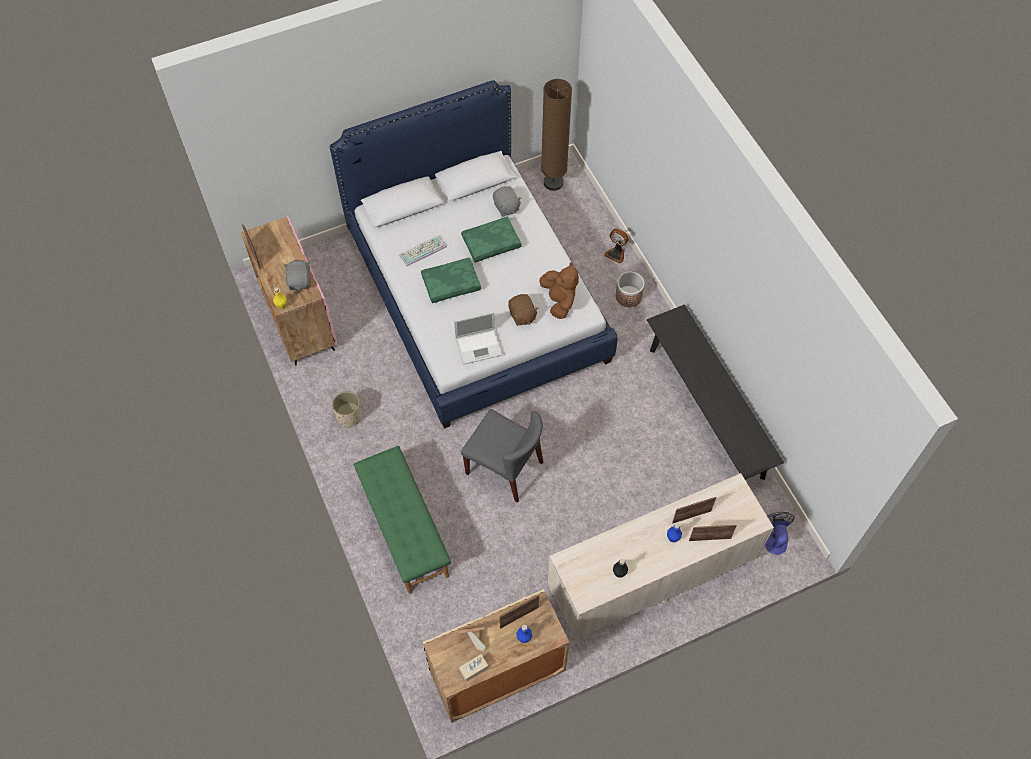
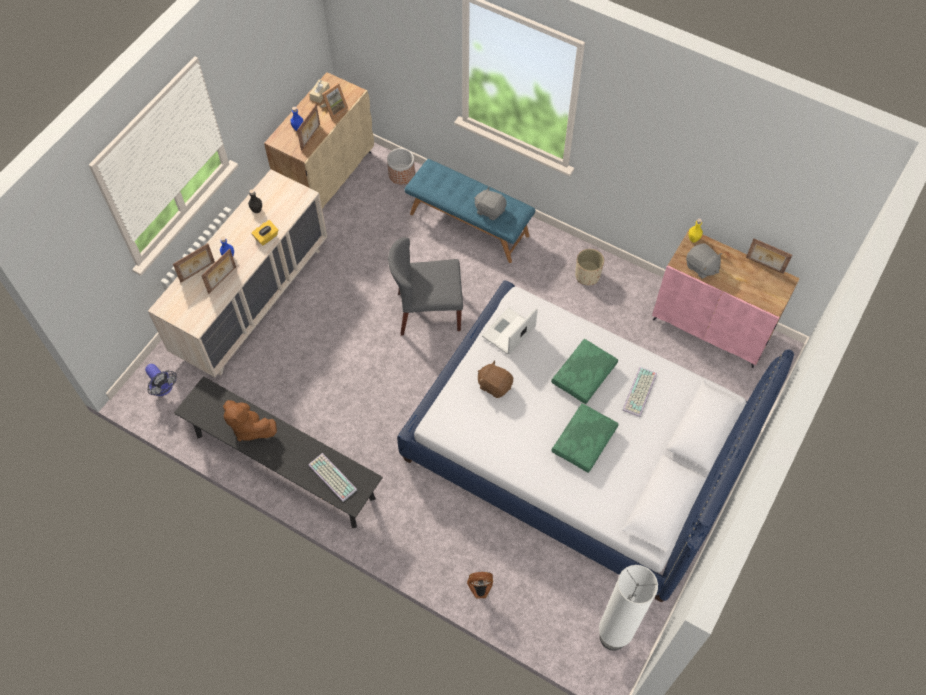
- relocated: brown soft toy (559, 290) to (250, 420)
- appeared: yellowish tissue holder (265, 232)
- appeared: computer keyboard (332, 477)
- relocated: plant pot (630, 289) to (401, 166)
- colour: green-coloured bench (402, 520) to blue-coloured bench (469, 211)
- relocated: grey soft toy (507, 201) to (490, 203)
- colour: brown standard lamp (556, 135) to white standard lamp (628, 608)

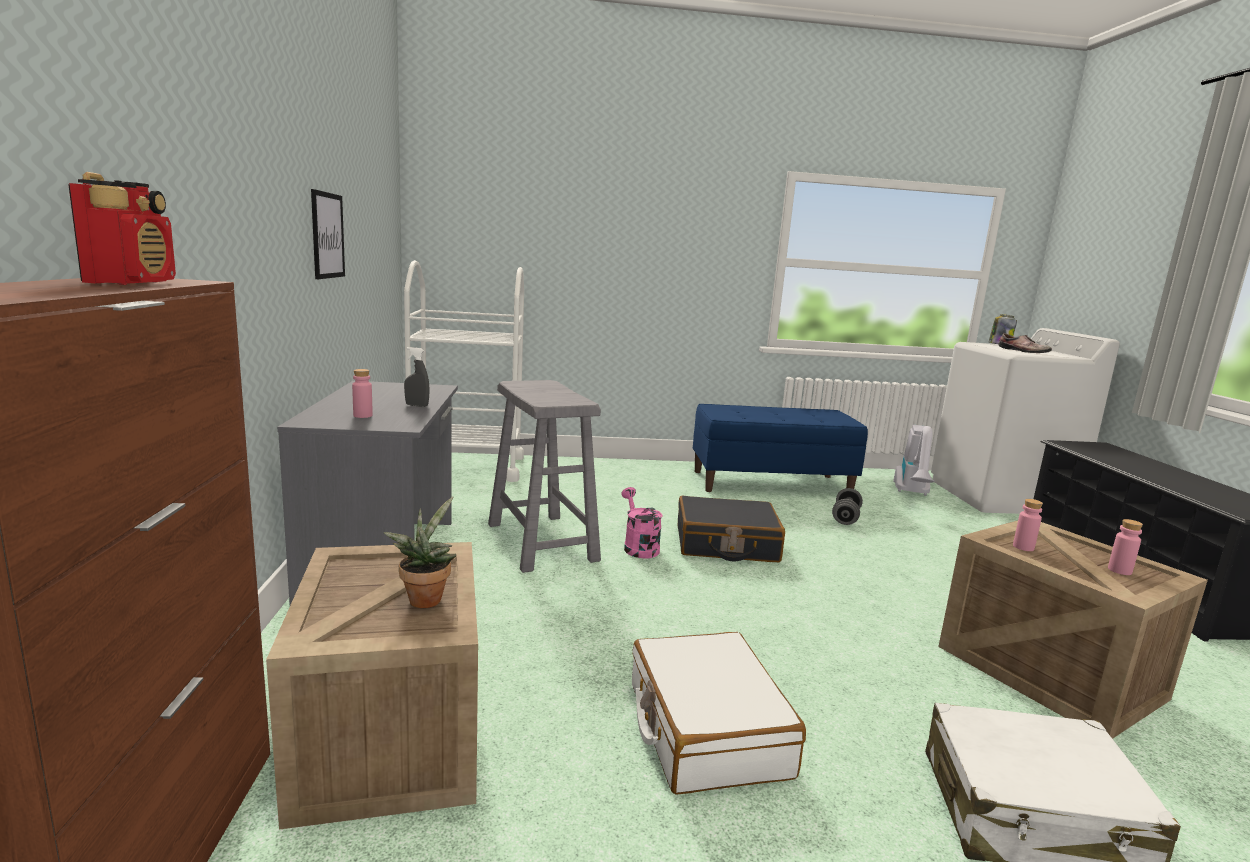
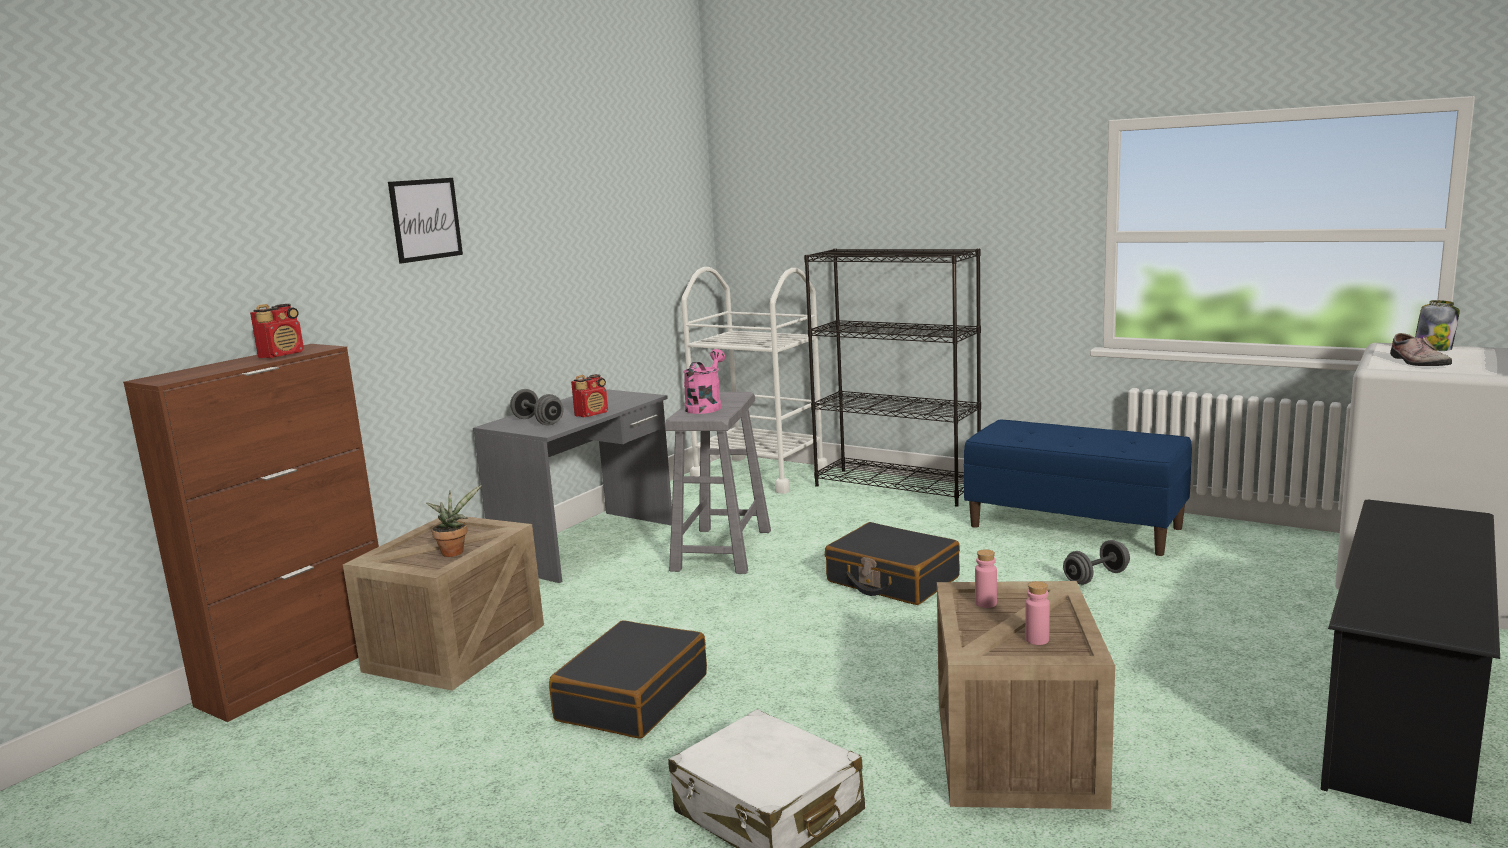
- relocated: wall picture (328, 234) to (425, 221)
- exchanged: pink drink bottle (362, 393) to grey hand weight (537, 407)
- colour: white piece of luggage (719, 713) to black-coloured piece of luggage (628, 679)
- exchanged: grey spray bottle (417, 377) to radio (589, 395)
- relocated: pink watering can (641, 523) to (704, 381)
- appeared: black-coloured shelving unit (892, 377)
- missing: vacuum (914, 460)

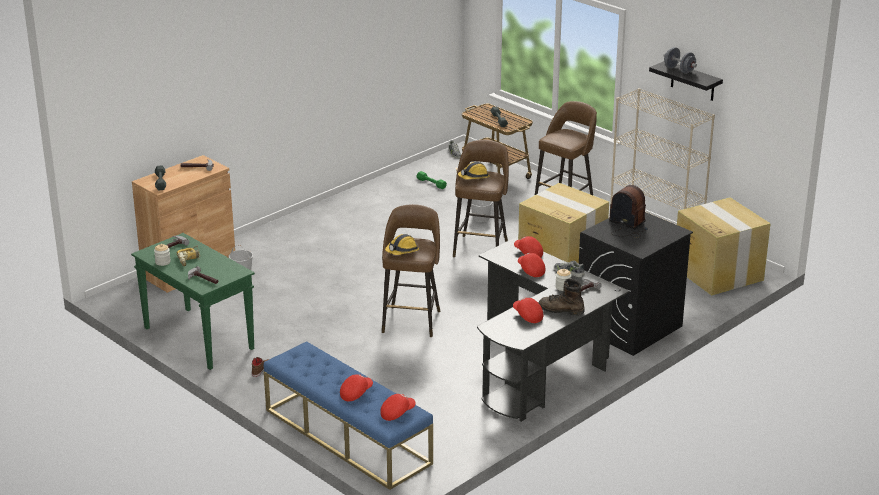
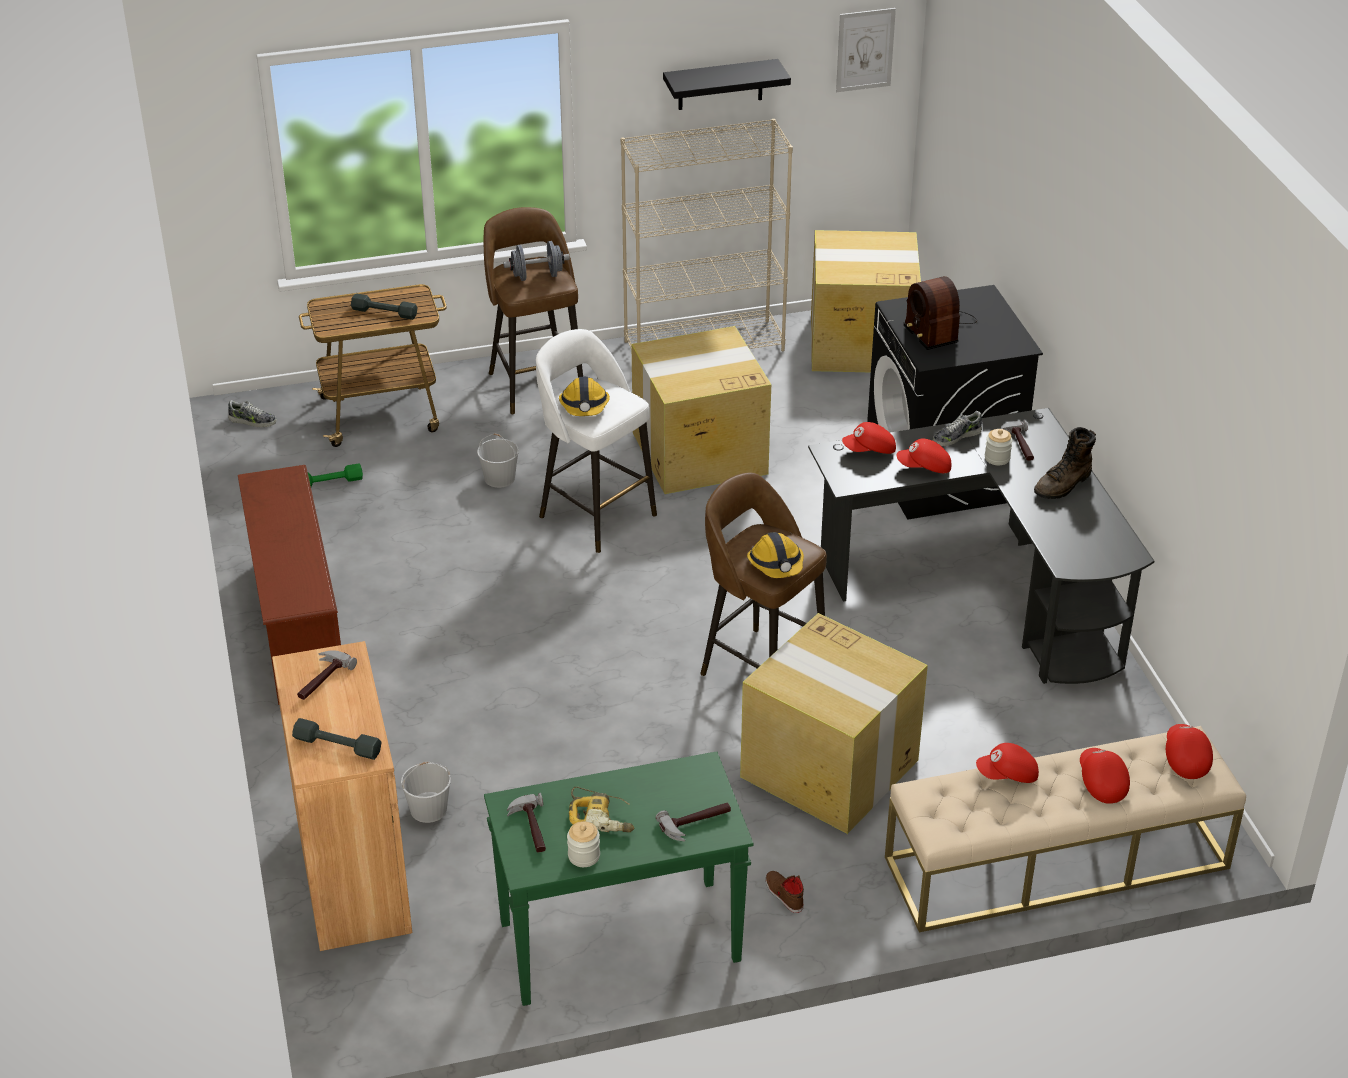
- appeared: brown shoe rack (289, 585)
- relocated: grey hand weight (680, 60) to (536, 261)
- colour: brown stool seat (481, 198) to white stool seat (596, 441)
- appeared: carton (834, 723)
- appeared: wall picture (866, 50)
- colour: blue-coloured bench (348, 415) to beige-coloured bench (1065, 829)
- spun: radio (628, 211) = (940, 313) 90 degrees counterclockwise
- relocated: red cap (528, 310) to (1007, 763)

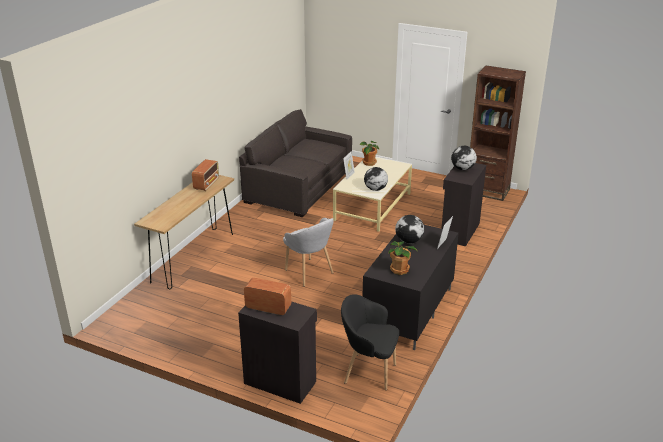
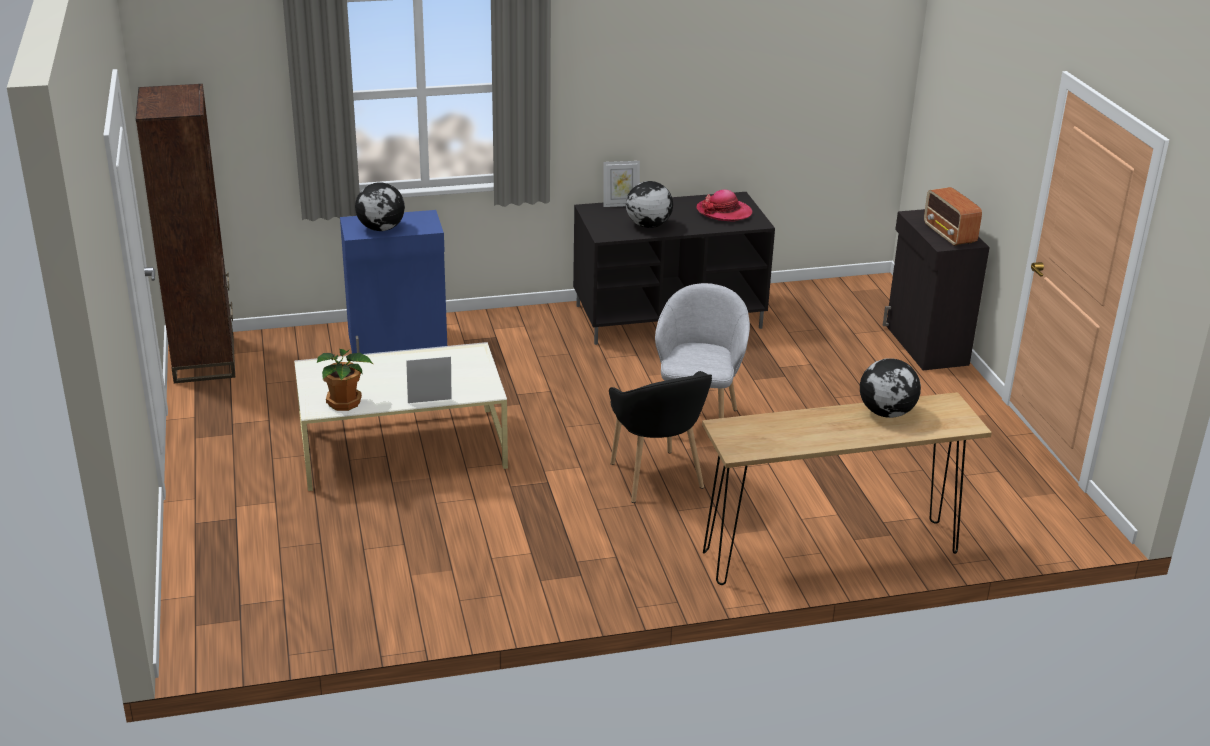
- colour: black-coloured cabinet (463, 204) to blue-coloured cabinet (393, 282)
- relocated: black-coloured lounge chair (370, 342) to (660, 437)
- exchanged: potted plant (402, 258) to wearable hat (724, 205)
- relocated: world globe (376, 179) to (890, 388)
- missing: radio (205, 175)
- missing: grey settee (295, 163)

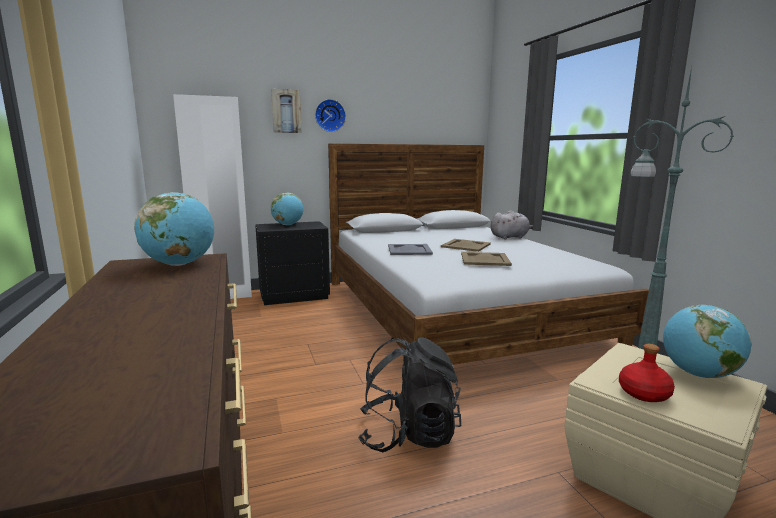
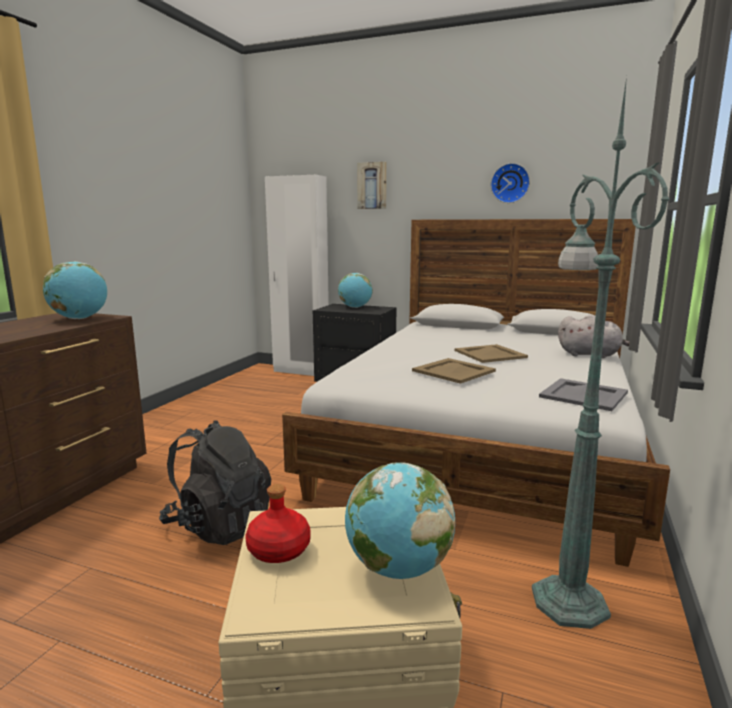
- relocated: clock on the wall (330, 115) to (510, 183)
- relocated: grey serving tray (410, 249) to (583, 394)

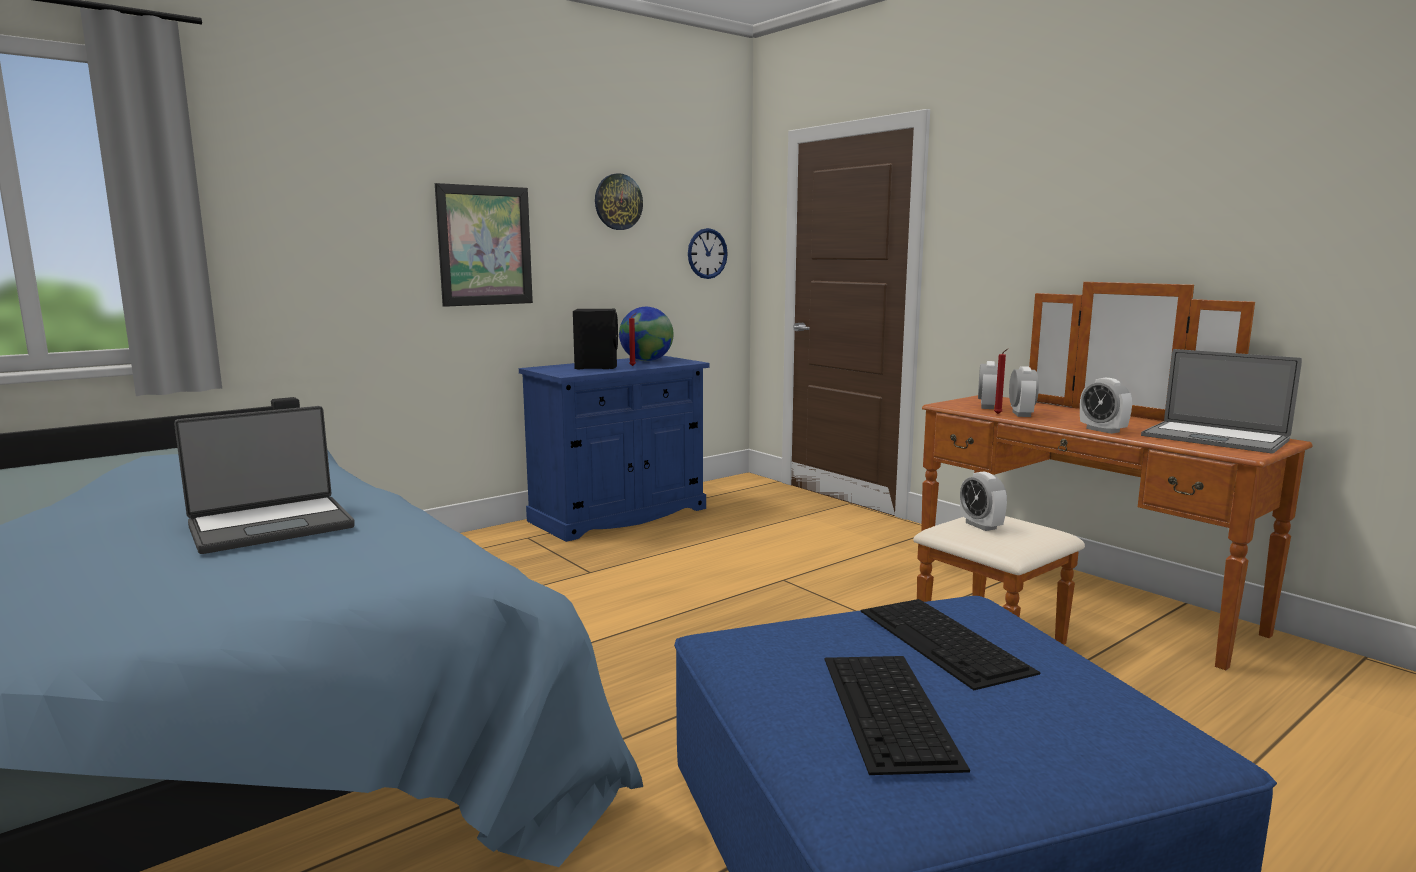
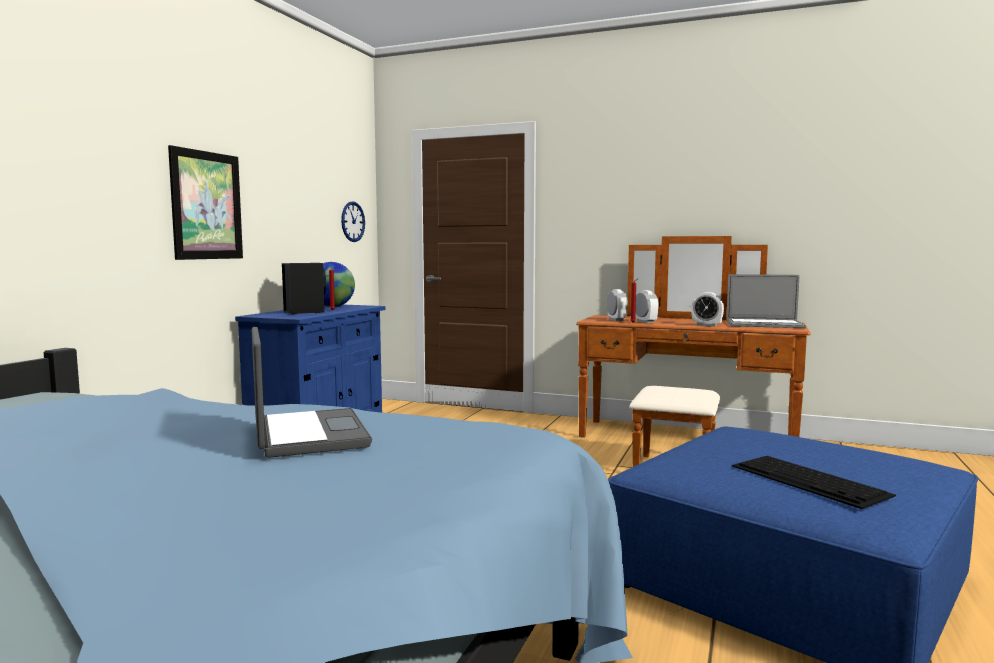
- spun: notebook computer (264, 480) = (312, 392) 45 degrees counterclockwise
- missing: clock on the wall (619, 201)
- missing: computer keyboard (950, 644)
- missing: table clock (983, 501)

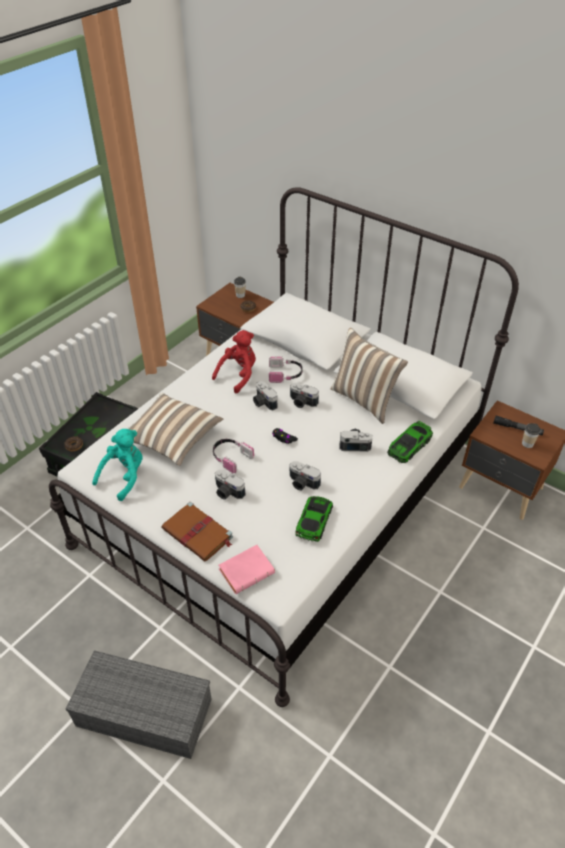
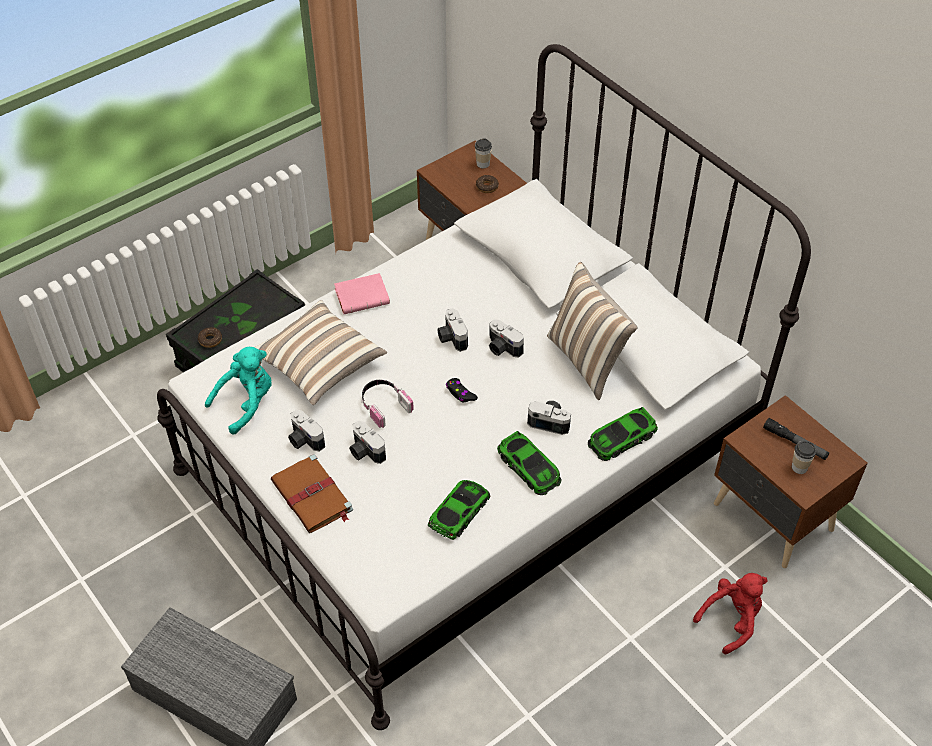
- relocated: still camera (305, 476) to (306, 430)
- relocated: pink volume (247, 569) to (362, 293)
- appeared: toy car (529, 463)
- relocated: red soft toy (234, 361) to (730, 613)
- missing: headset (286, 369)

